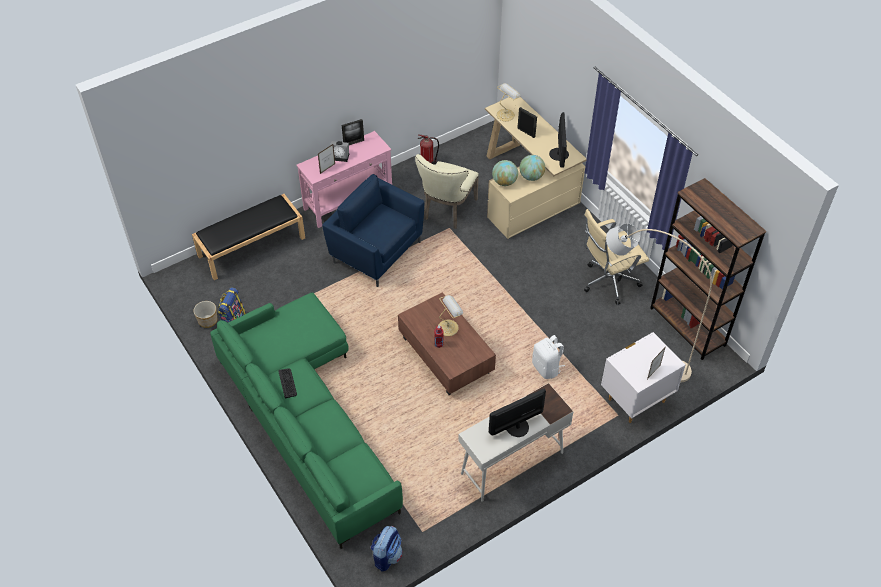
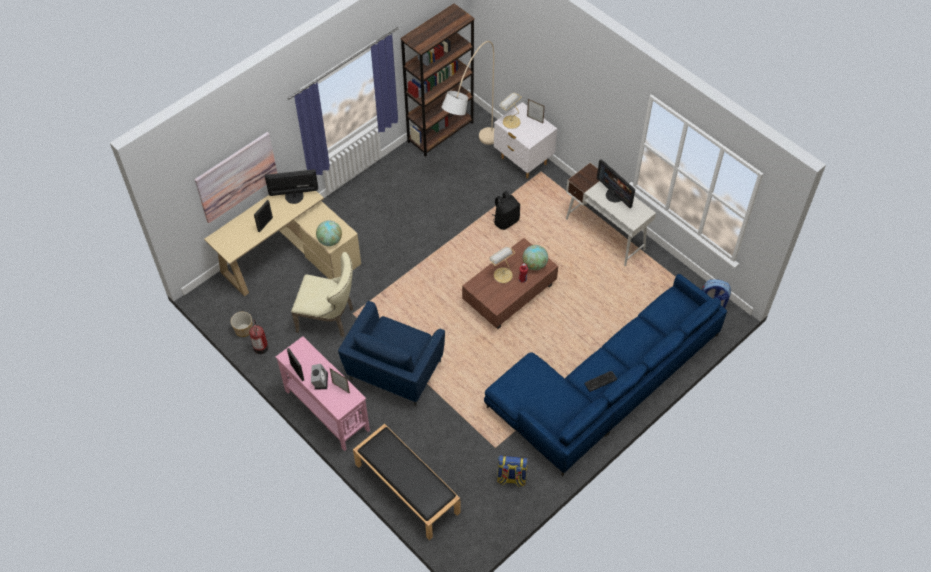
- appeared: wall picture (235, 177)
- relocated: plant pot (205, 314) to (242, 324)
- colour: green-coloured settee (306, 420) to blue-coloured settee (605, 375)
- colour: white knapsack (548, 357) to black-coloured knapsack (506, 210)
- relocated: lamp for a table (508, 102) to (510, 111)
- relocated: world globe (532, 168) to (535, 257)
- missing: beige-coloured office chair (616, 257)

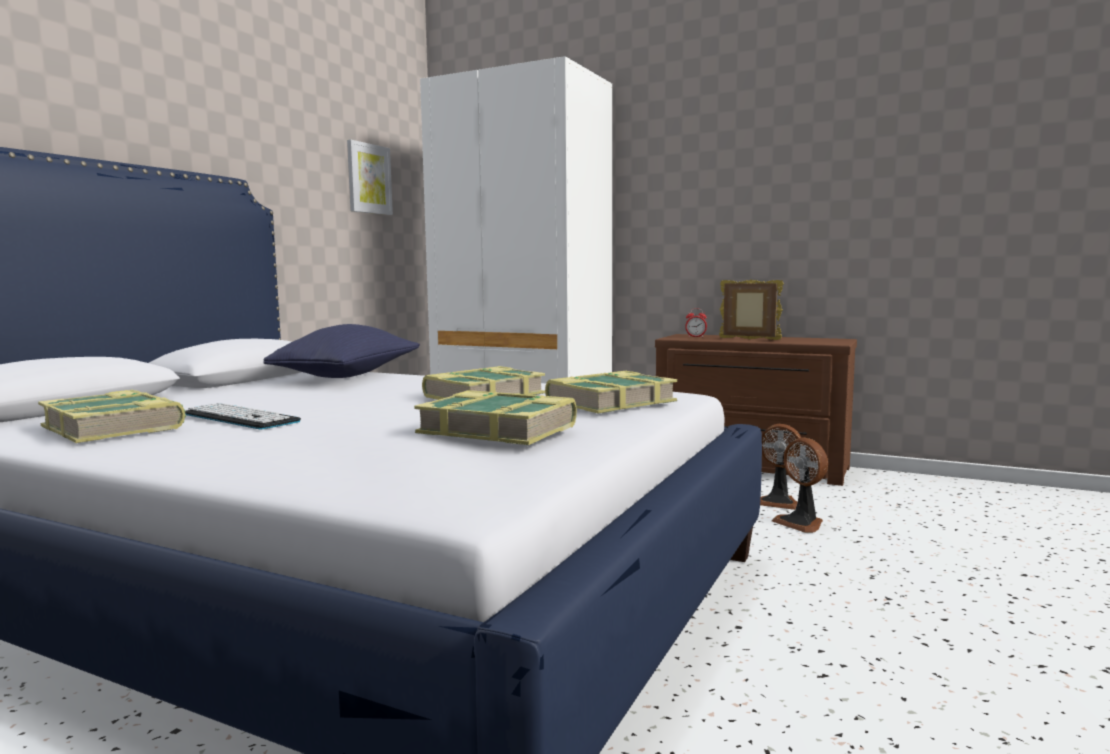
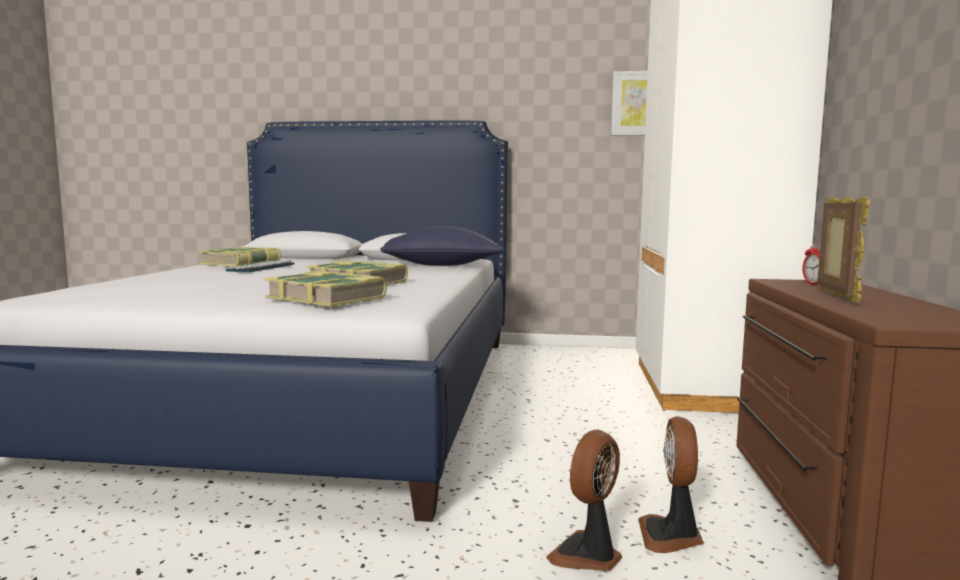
- missing: volume (495, 417)

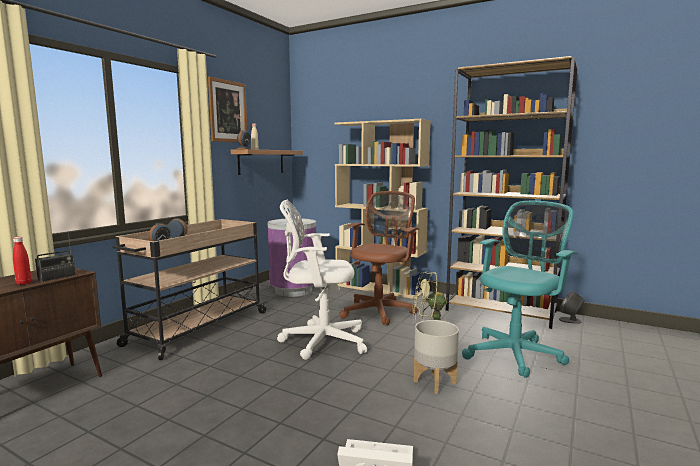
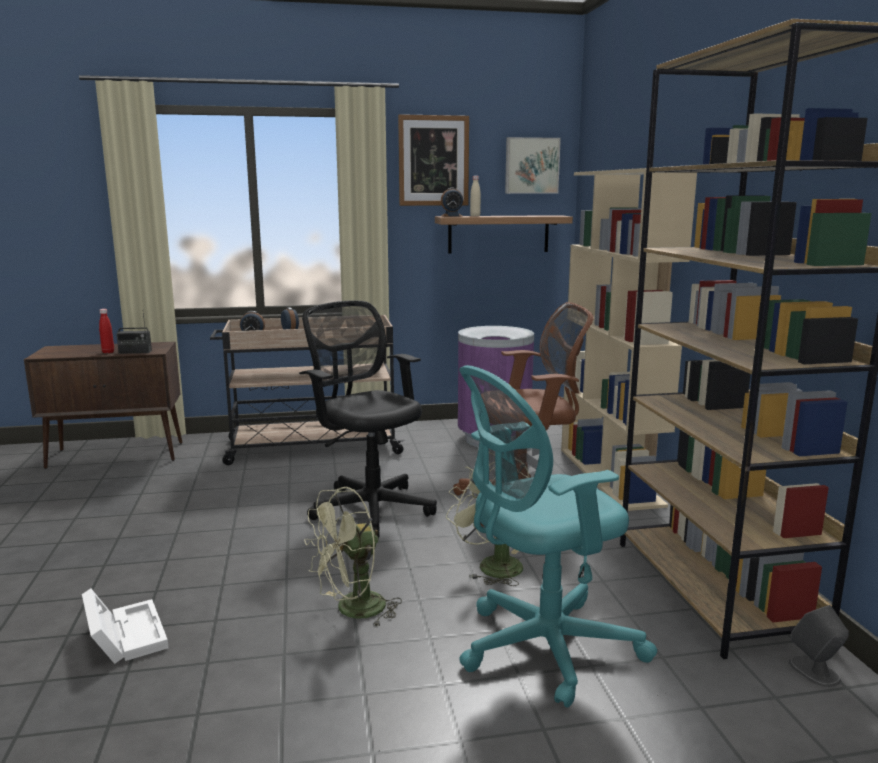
- colour: white office chair (322, 280) to black-coloured office chair (368, 419)
- exchanged: grey plant pot (436, 357) to green-coloured fan (353, 557)
- spun: turquoise office chair (520, 289) = (558, 536) 150 degrees clockwise
- appeared: wall picture (533, 165)

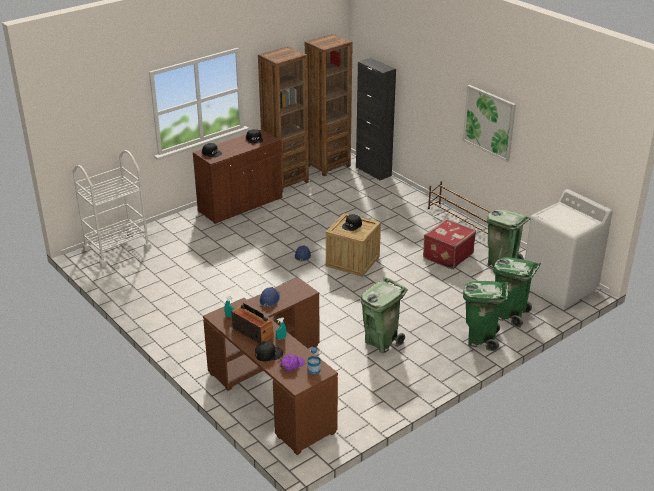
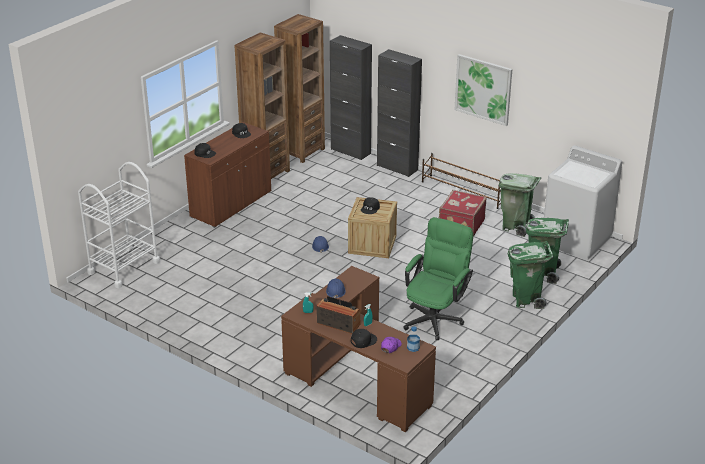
- appeared: black-coloured cabinet (399, 113)
- exchanged: green-coloured waste bin (384, 315) to green-coloured office chair (438, 278)

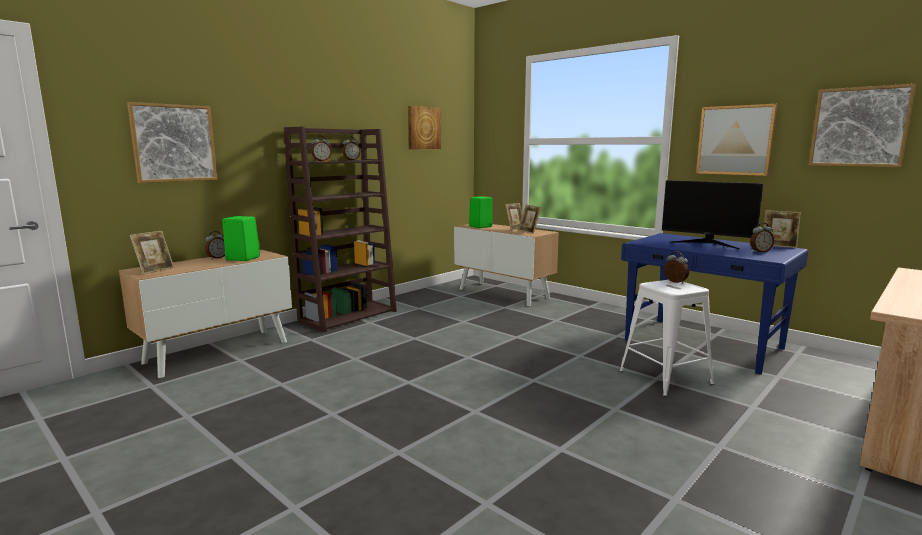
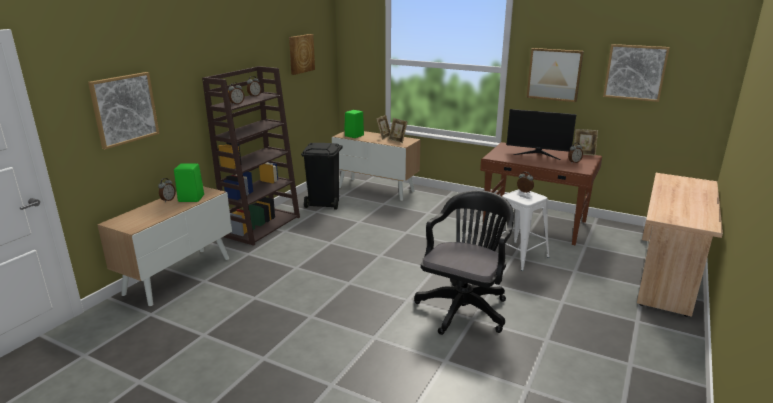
- appeared: black-coloured waste bin (322, 176)
- appeared: black-coloured office chair (464, 262)
- colour: blue-coloured desk table (714, 304) to brown desk table (541, 193)
- missing: standing frame (152, 252)

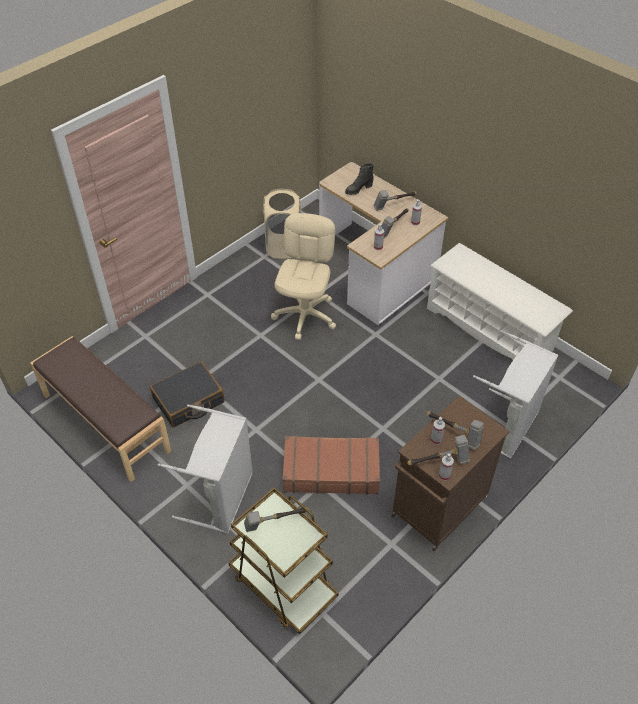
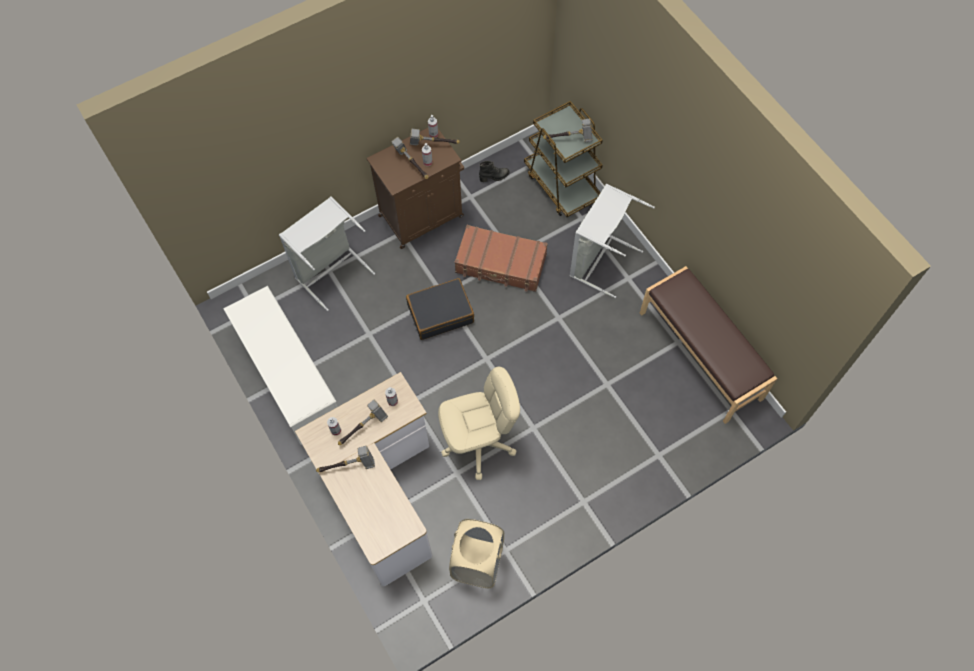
- relocated: black-coloured piece of luggage (187, 394) to (440, 309)
- spun: beige-coloured office chair (303, 276) = (479, 423) 135 degrees counterclockwise
- relocated: black-coloured tall boot (359, 179) to (494, 171)

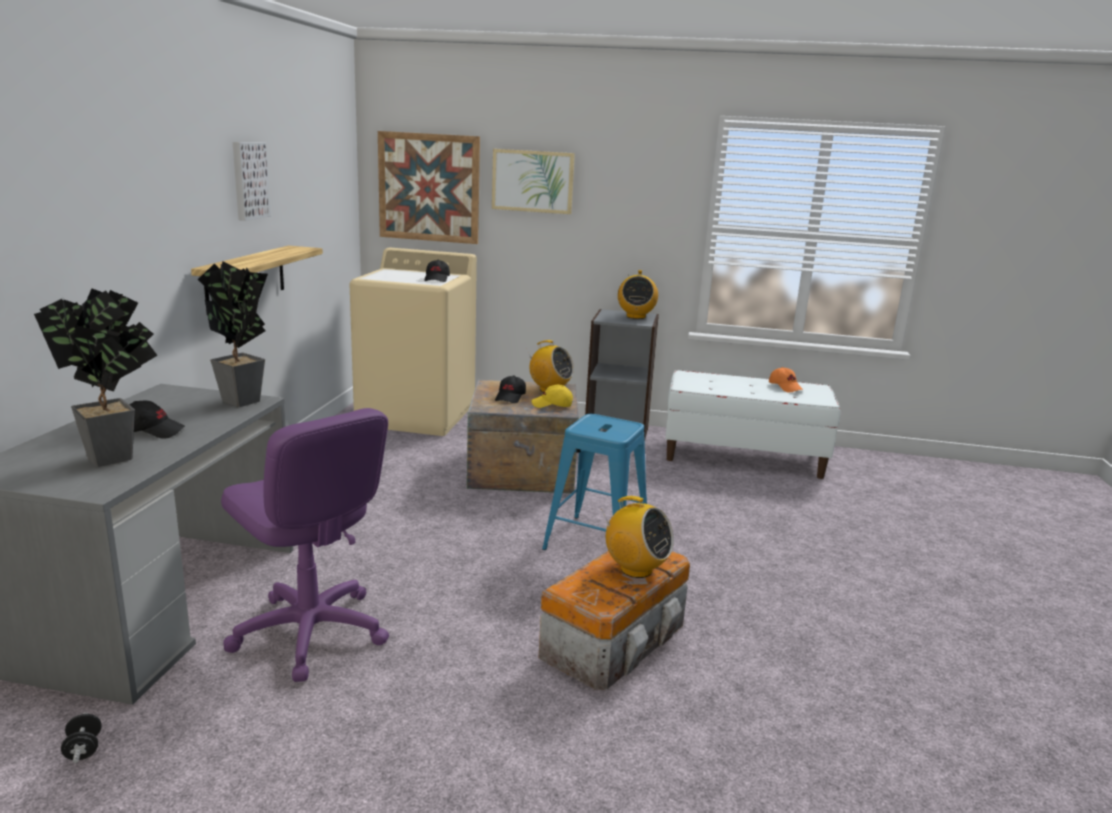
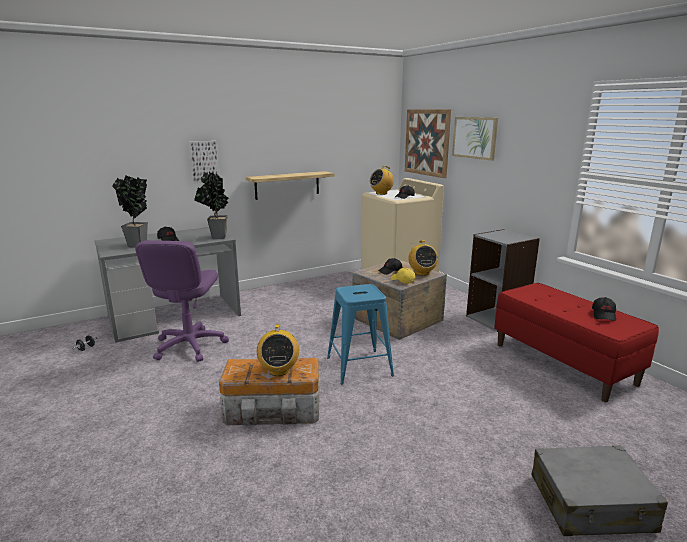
- relocated: wall picture (252, 181) to (204, 162)
- relocated: radio (638, 294) to (382, 180)
- colour: white bench (752, 424) to red bench (576, 342)
- appeared: grey piece of luggage (599, 490)
- colour: orangey cap (786, 379) to black-coloured cap (604, 309)

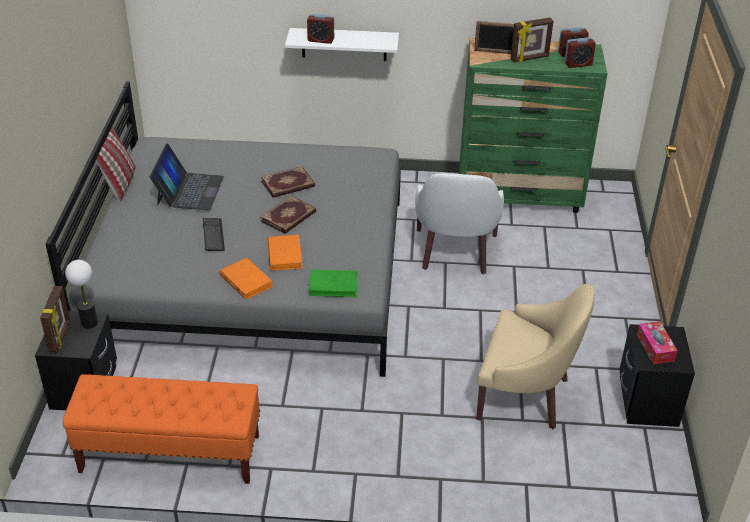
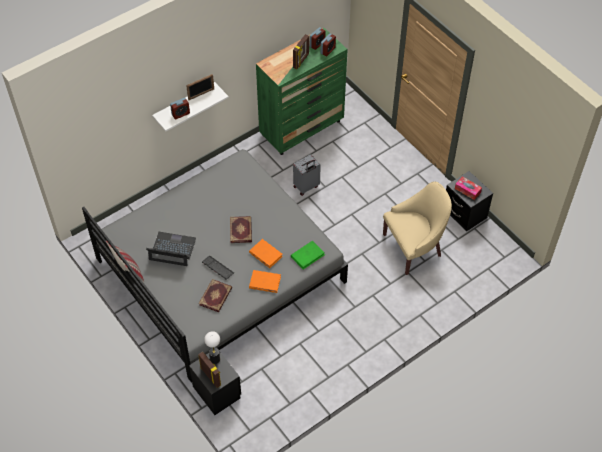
- spun: notebook computer (187, 176) = (171, 249) 45 degrees counterclockwise
- relocated: standing frame (494, 37) to (200, 87)
- relocated: volume (288, 182) to (215, 295)
- exchanged: white lounge chair (459, 223) to grey piece of luggage (307, 175)
- missing: orangey bench (161, 429)

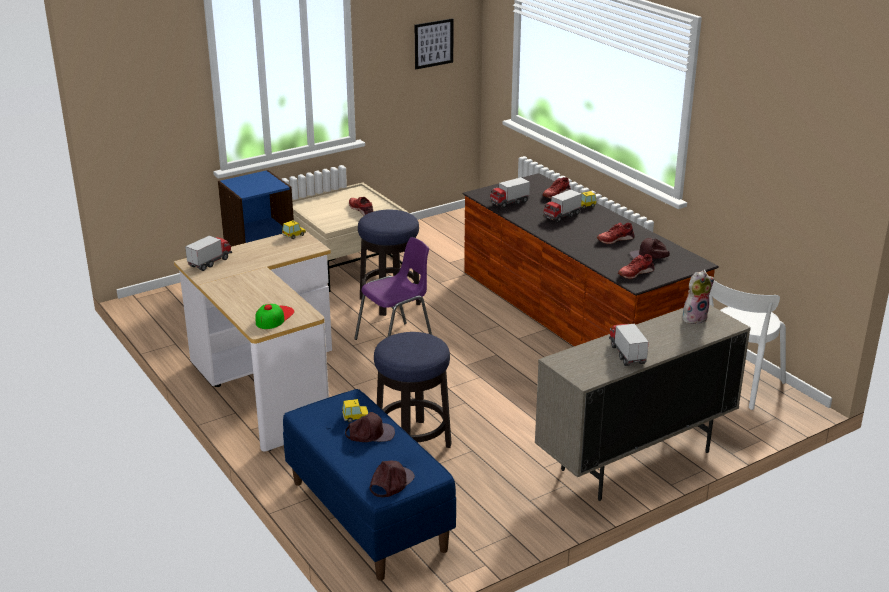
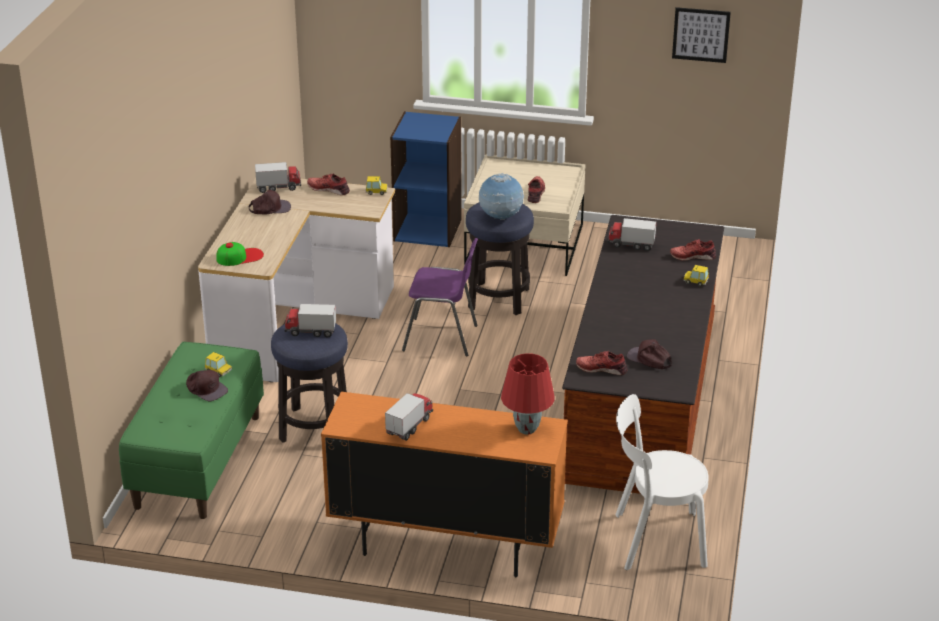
- colour: blue-coloured bench (369, 485) to green-coloured bench (191, 430)
- relocated: brown cap (392, 478) to (270, 202)
- relocated: toy lorry (562, 205) to (310, 320)
- relocated: red shoe (616, 233) to (328, 184)
- colour: beige-coloured cabinet (643, 403) to orangey cabinet (444, 484)
- appeared: world globe (501, 196)
- exchanged: soft toy (698, 297) to red lamp for a table (528, 393)

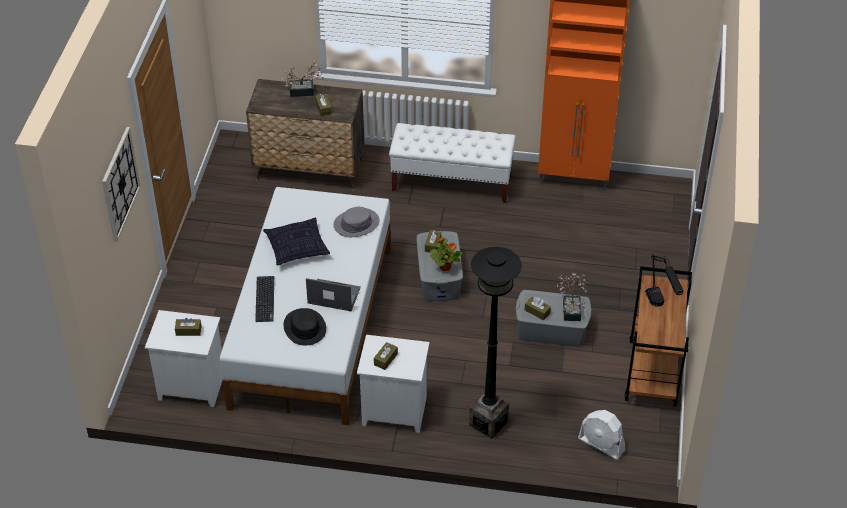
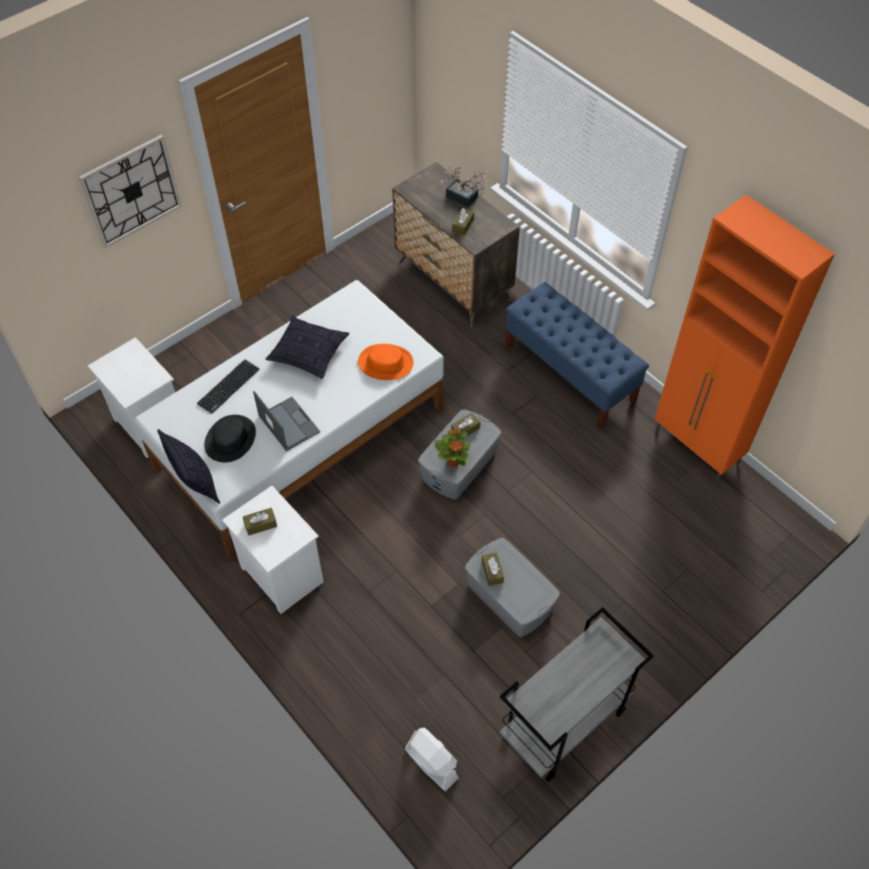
- appeared: throw pillow (188, 466)
- colour: grey wearable hat (356, 222) to orangey wearable hat (385, 362)
- spun: white fan (602, 435) = (432, 759) 150 degrees clockwise
- colour: brown cart (658, 336) to grey cart (577, 694)
- colour: white bench (452, 163) to blue-coloured bench (577, 356)
- missing: brown tissue holder (188, 327)
- missing: black-coloured standard lamp (495, 343)
- missing: potted plant (572, 297)
- missing: black-coloured lamp for a table (664, 280)

